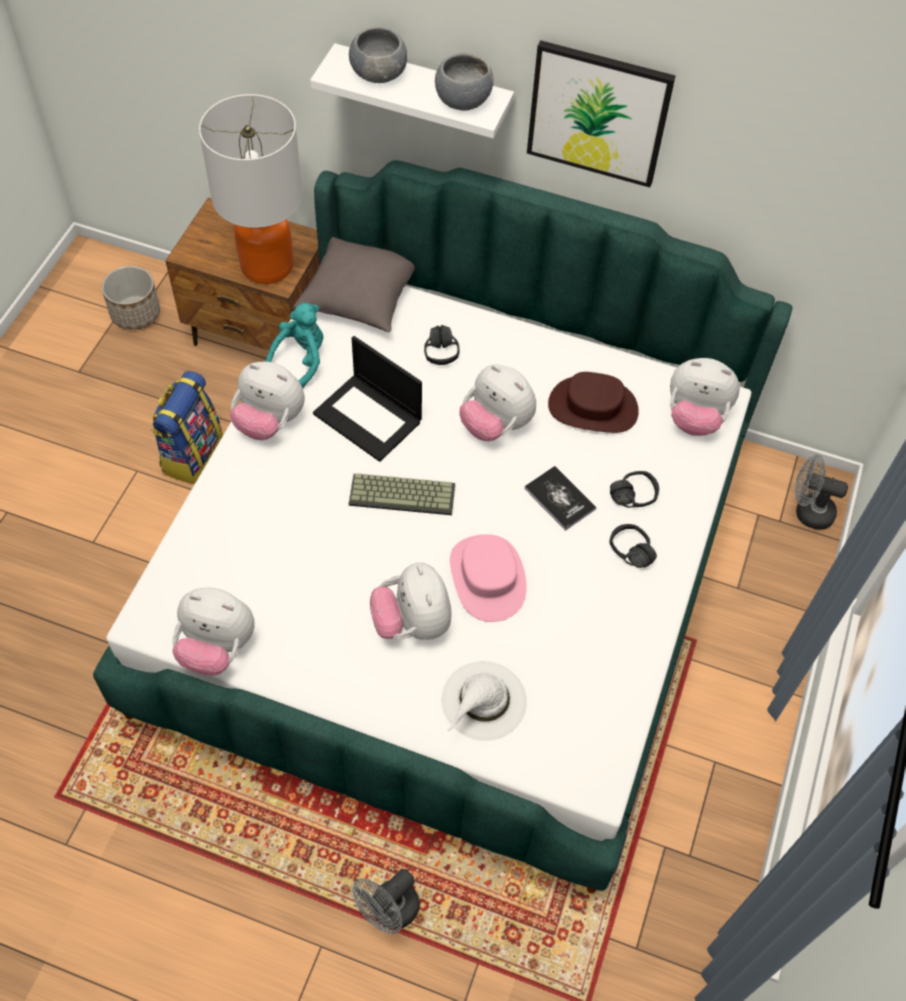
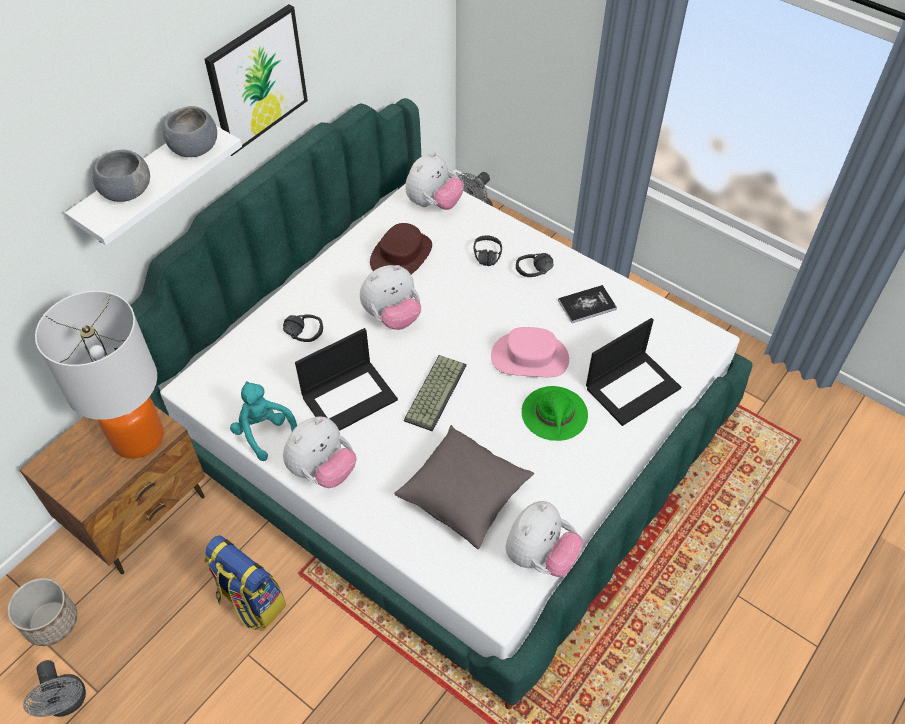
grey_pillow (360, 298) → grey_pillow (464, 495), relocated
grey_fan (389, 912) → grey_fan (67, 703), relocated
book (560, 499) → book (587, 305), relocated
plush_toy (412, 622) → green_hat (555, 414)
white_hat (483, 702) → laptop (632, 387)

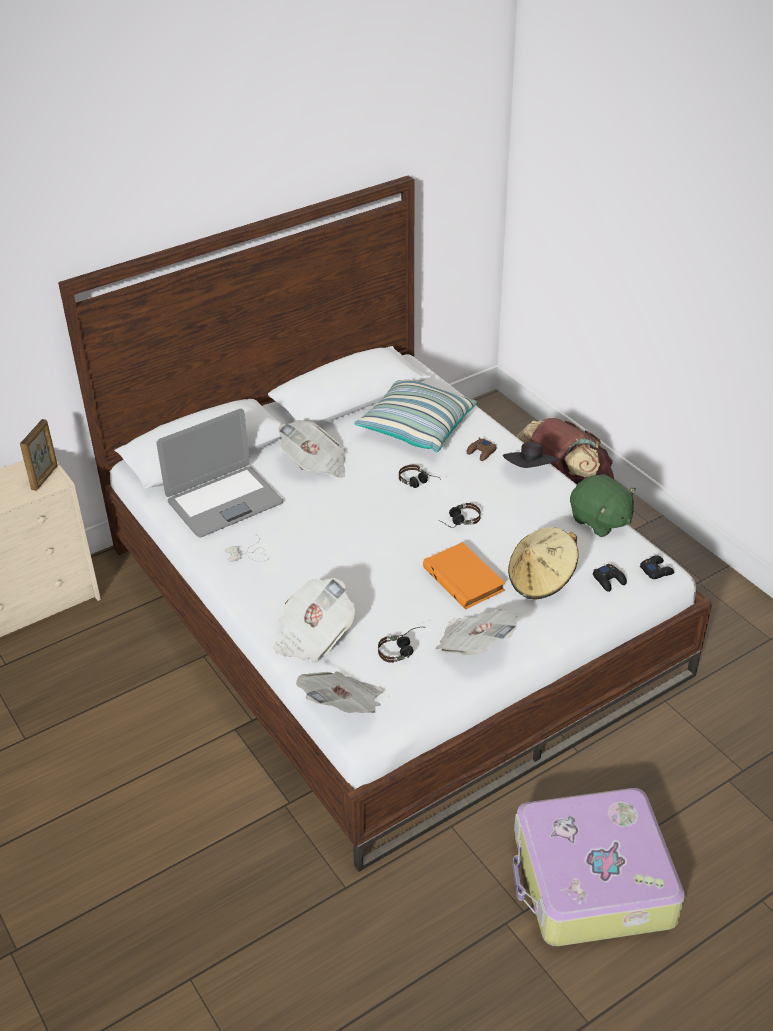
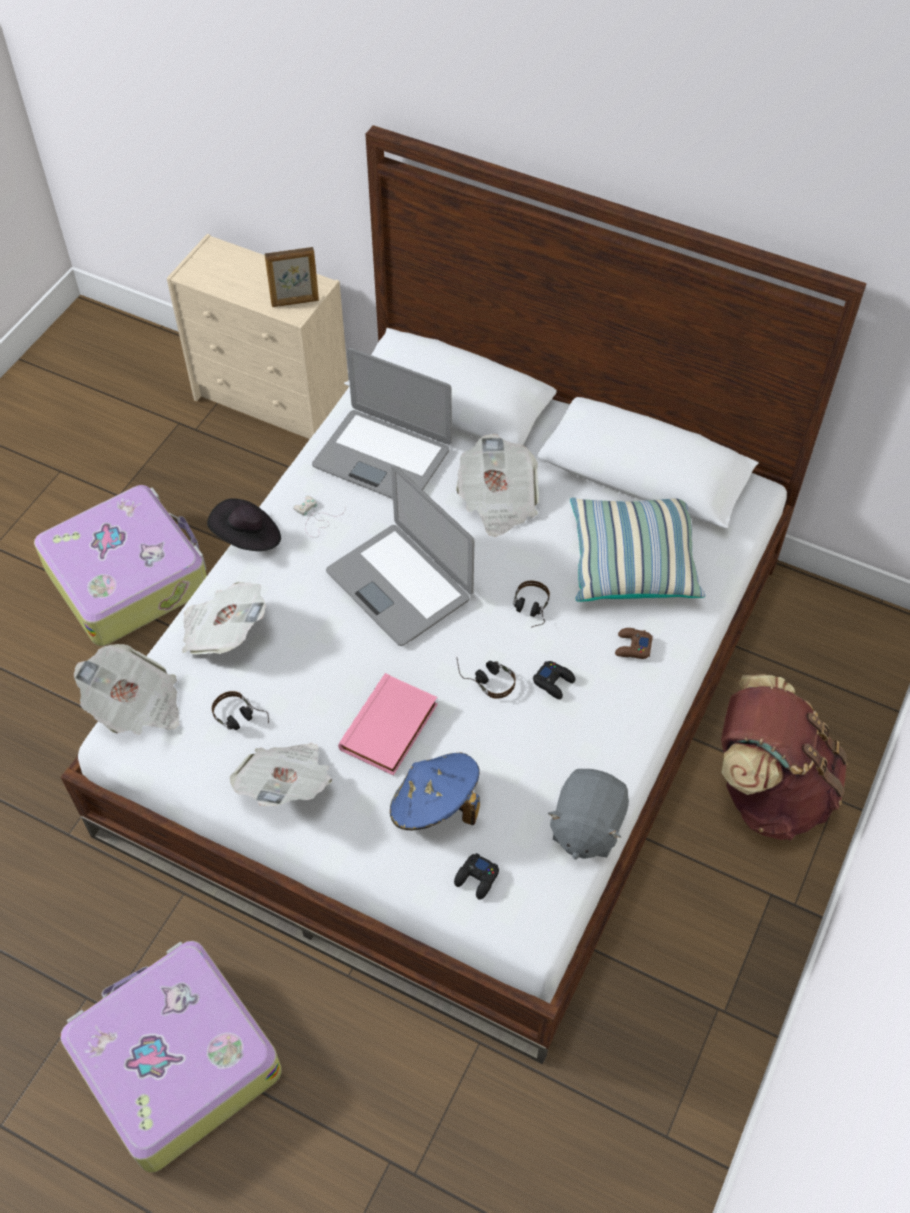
- → suitcase (128, 576)
- → laptop (400, 584)
black_hat (530, 470) → black_hat (247, 538), relocated
black_game_controller (656, 570) → black_game_controller (554, 682), relocated
orange_book (465, 579) → pink_book (390, 728)
beige_hat (541, 580) → blue_hat (435, 806)
green_plush_toy (600, 521) → grey_plush_toy (586, 827)

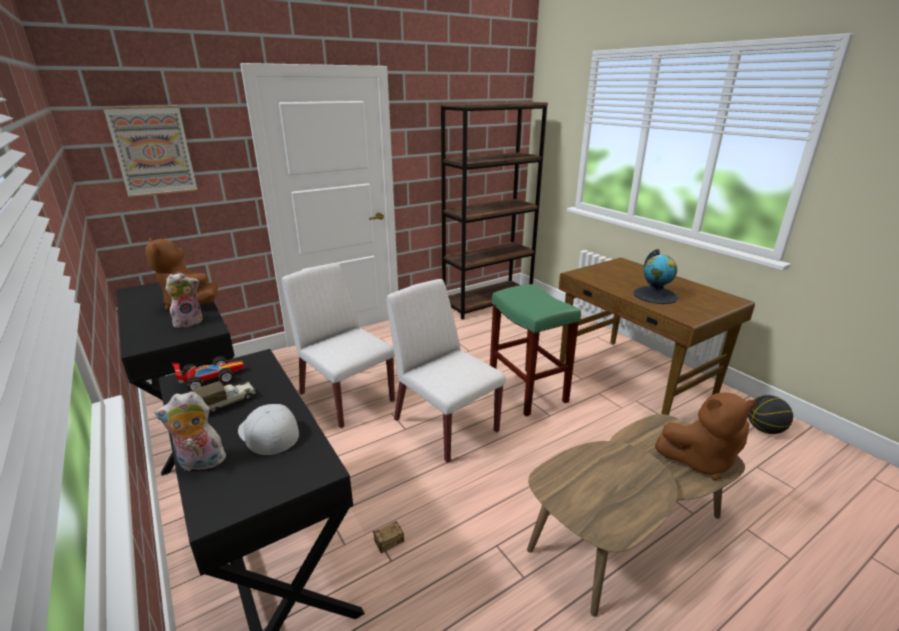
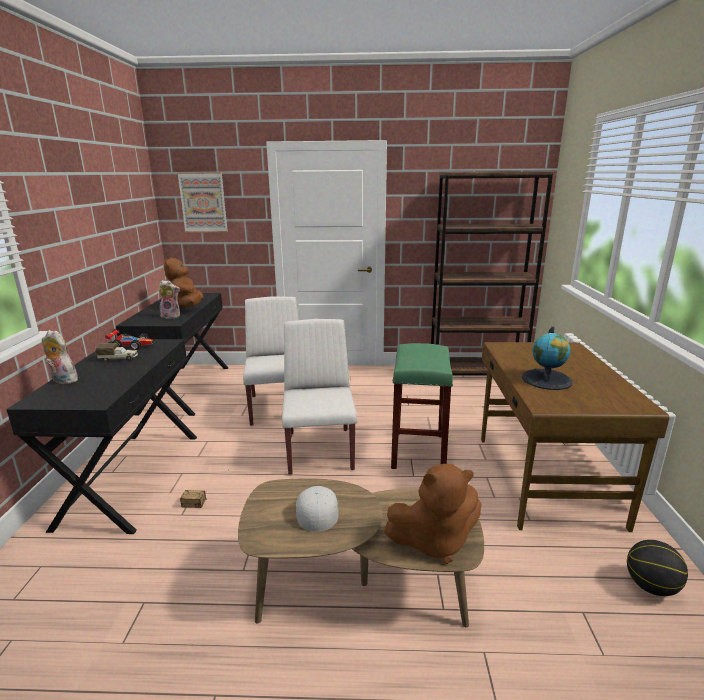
white_cap (268, 432) → white_cap (316, 509), relocated
brown_plush_toy (700, 460) → brown_plush_toy (434, 541), 45 degrees counterclockwise

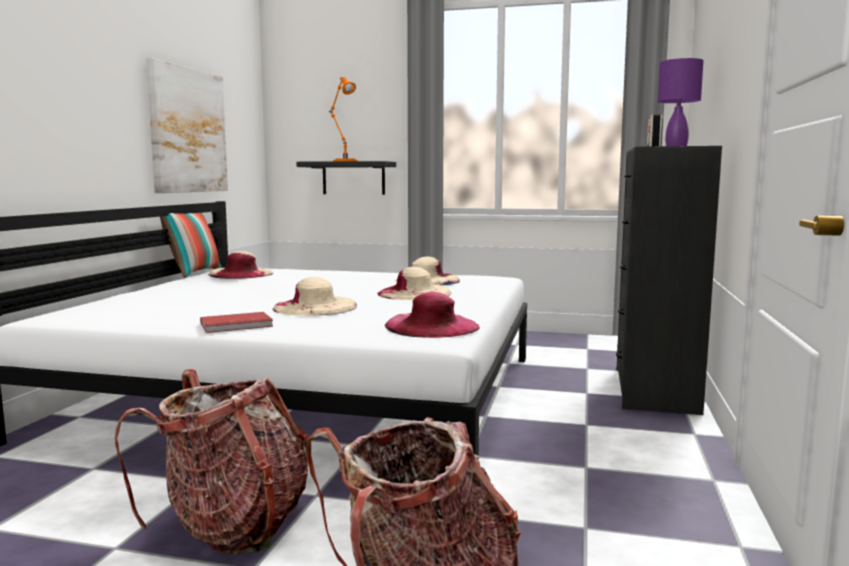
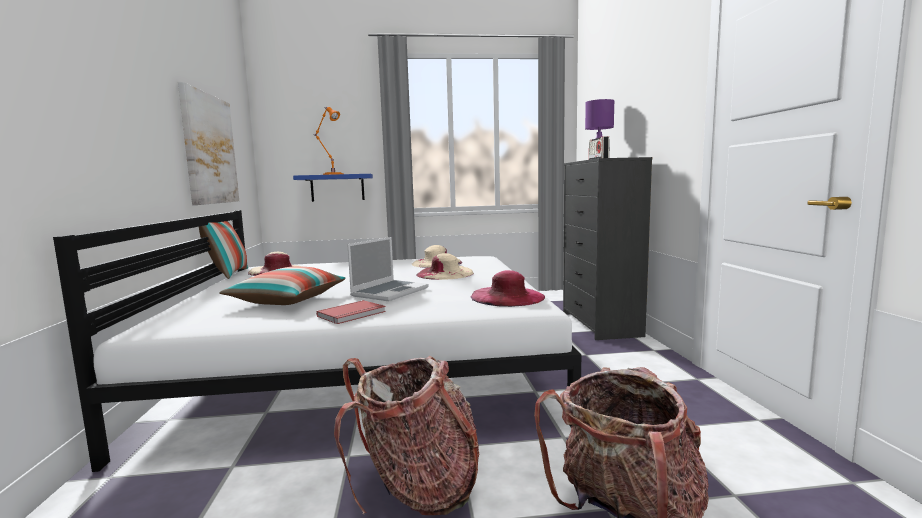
- → pillow (287, 300)
beige_hat (314, 307) → laptop (390, 292)
black_shelf (353, 178) → blue_shelf (337, 188)

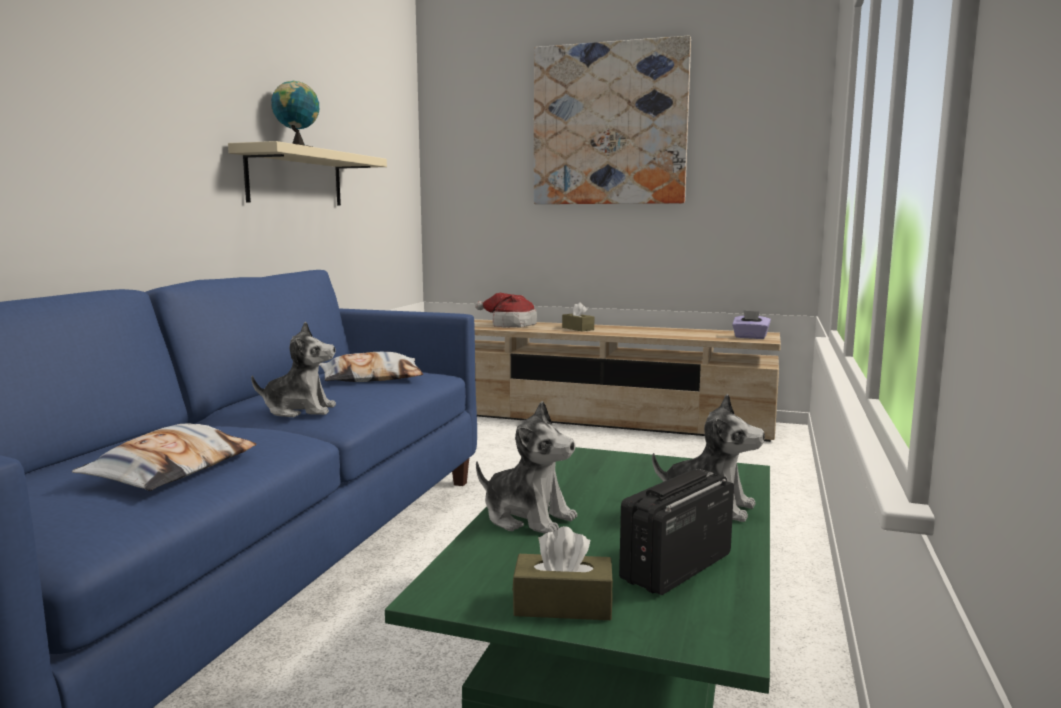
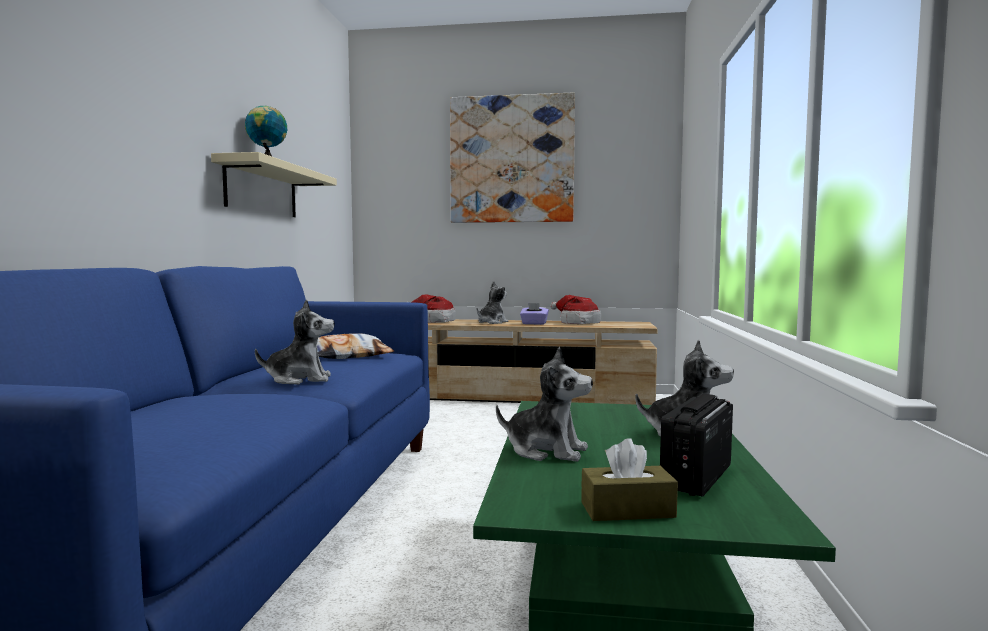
pillow (172, 470) → -
- → hat (577, 322)
purple_tissue_box (750, 337) → purple_tissue_box (534, 323), relocated
brown_tissue_box (578, 328) → plush_toy (491, 322)

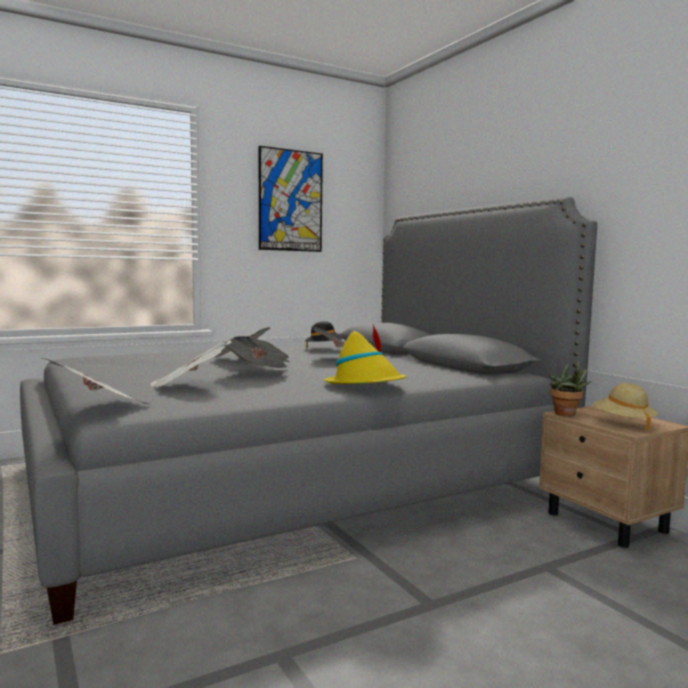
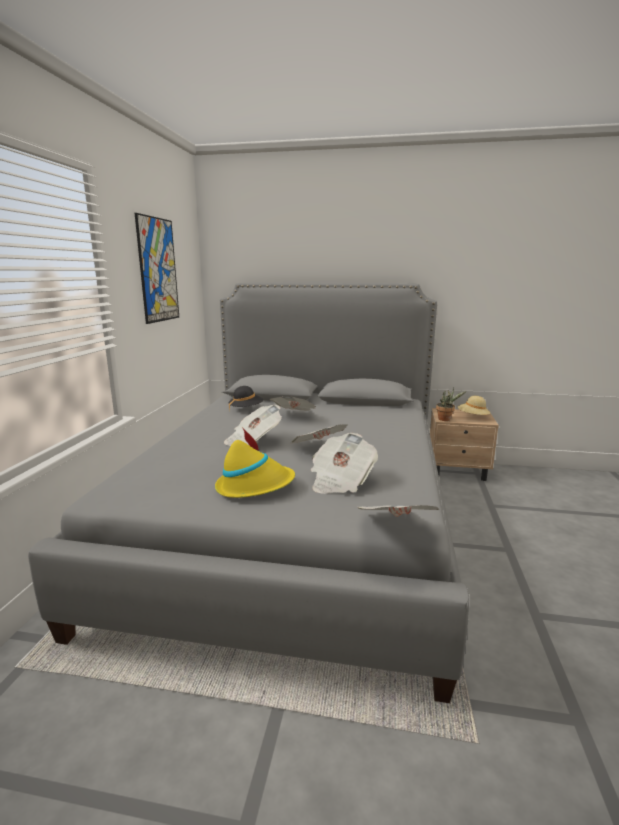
yellow_hat (365, 385) → yellow_hat (255, 486), relocated

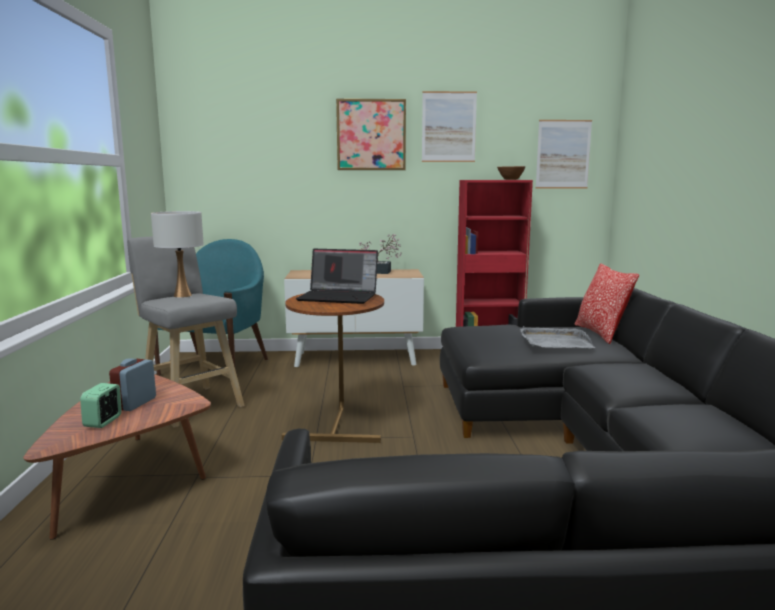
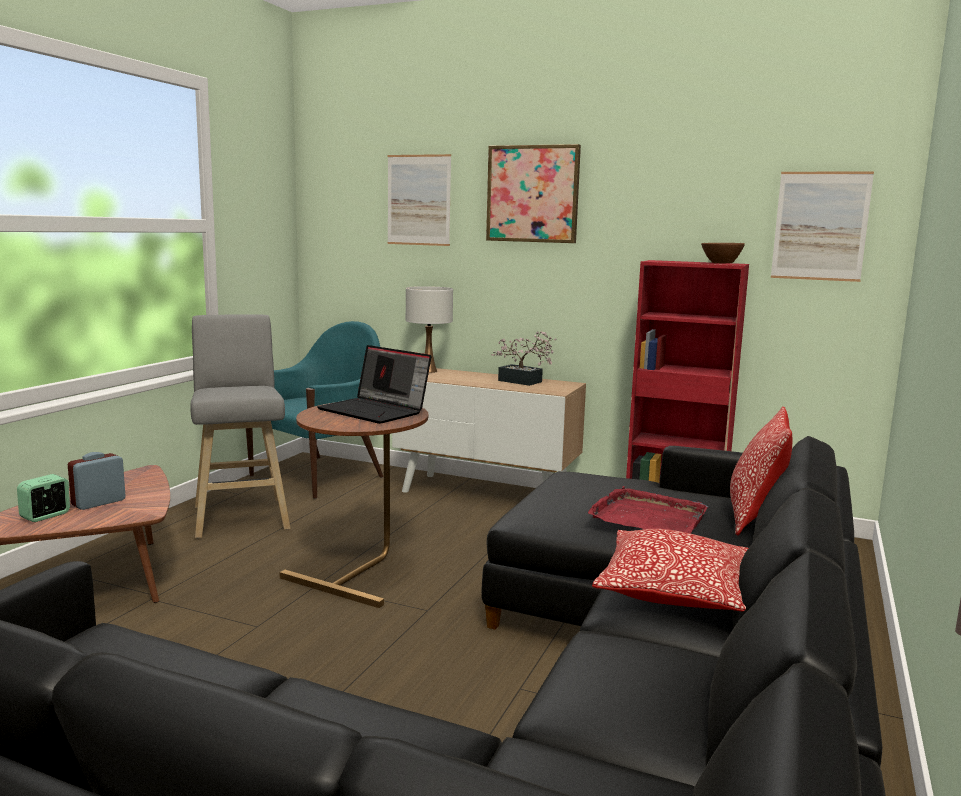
- → pillow (673, 591)
white_table_lamp (182, 295) → white_table_lamp (428, 371), relocated
picture (448, 127) → picture (418, 200), relocated
grey_tray (554, 342) → red_tray (648, 517)

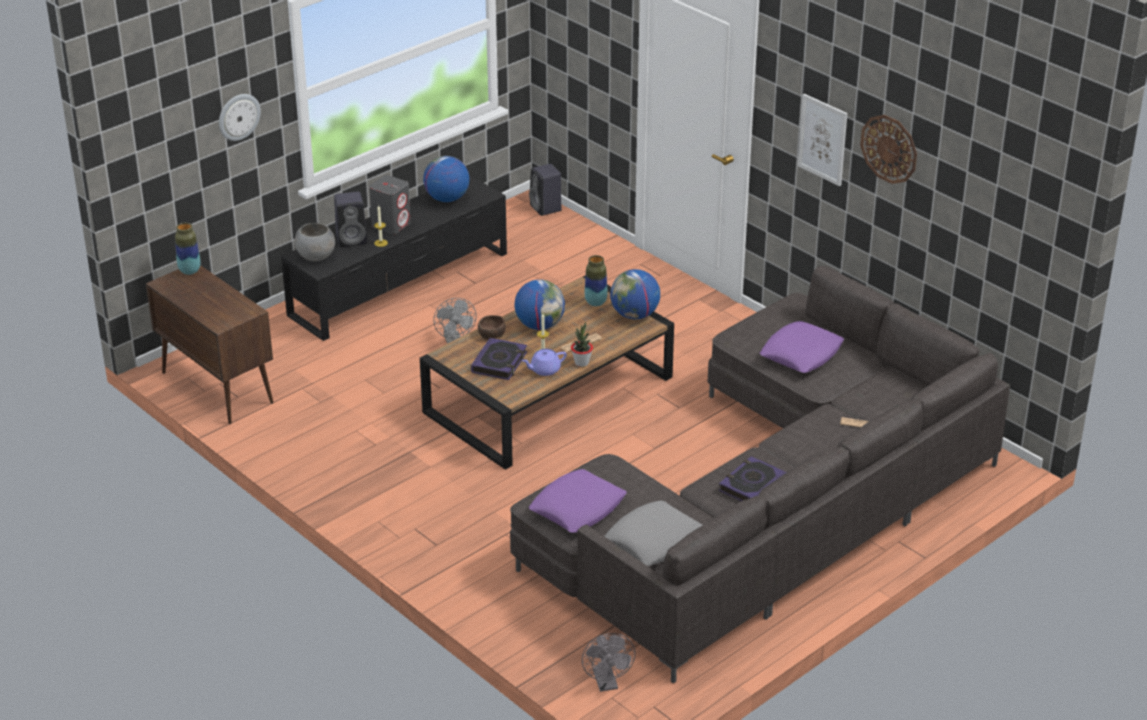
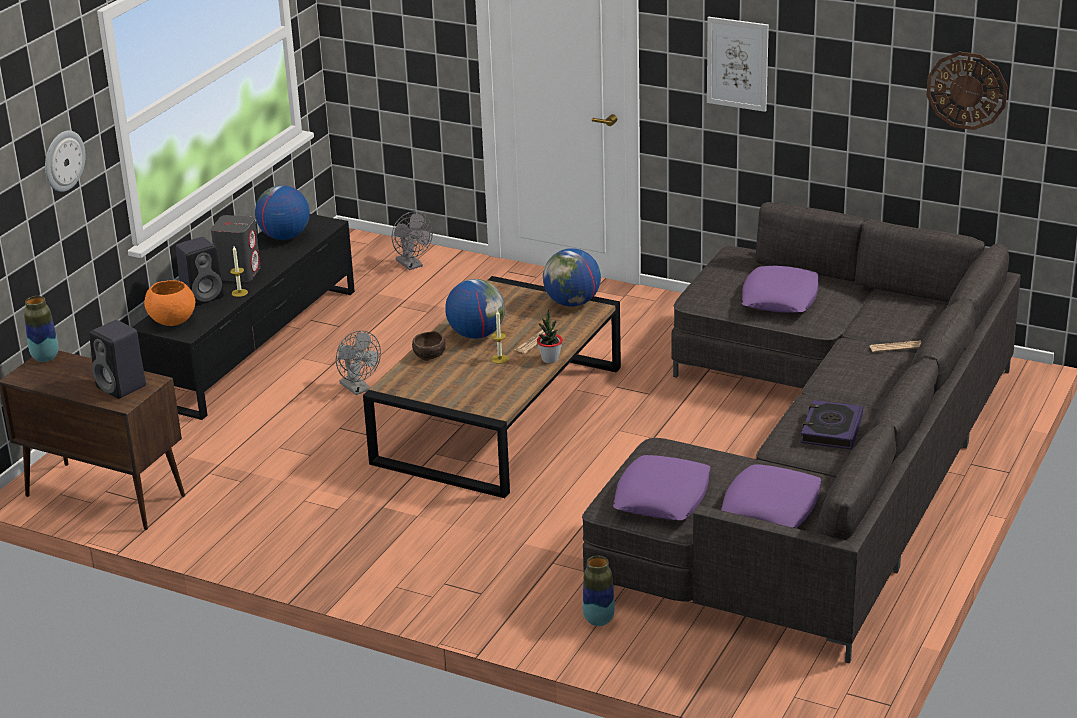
book (499, 363) → -
purple_teapot (544, 370) → -
black_speaker (546, 208) → black_speaker (122, 387), relocated
grey_fan (607, 684) → grey_fan (412, 265), relocated
vase (595, 302) → vase (598, 620), relocated
wall_clock (889, 148) → wall_clock (967, 90), relocated
grey_bowl (315, 257) → orange_bowl (172, 321)
grey_pillow (654, 540) → purple_pillow (771, 508)

